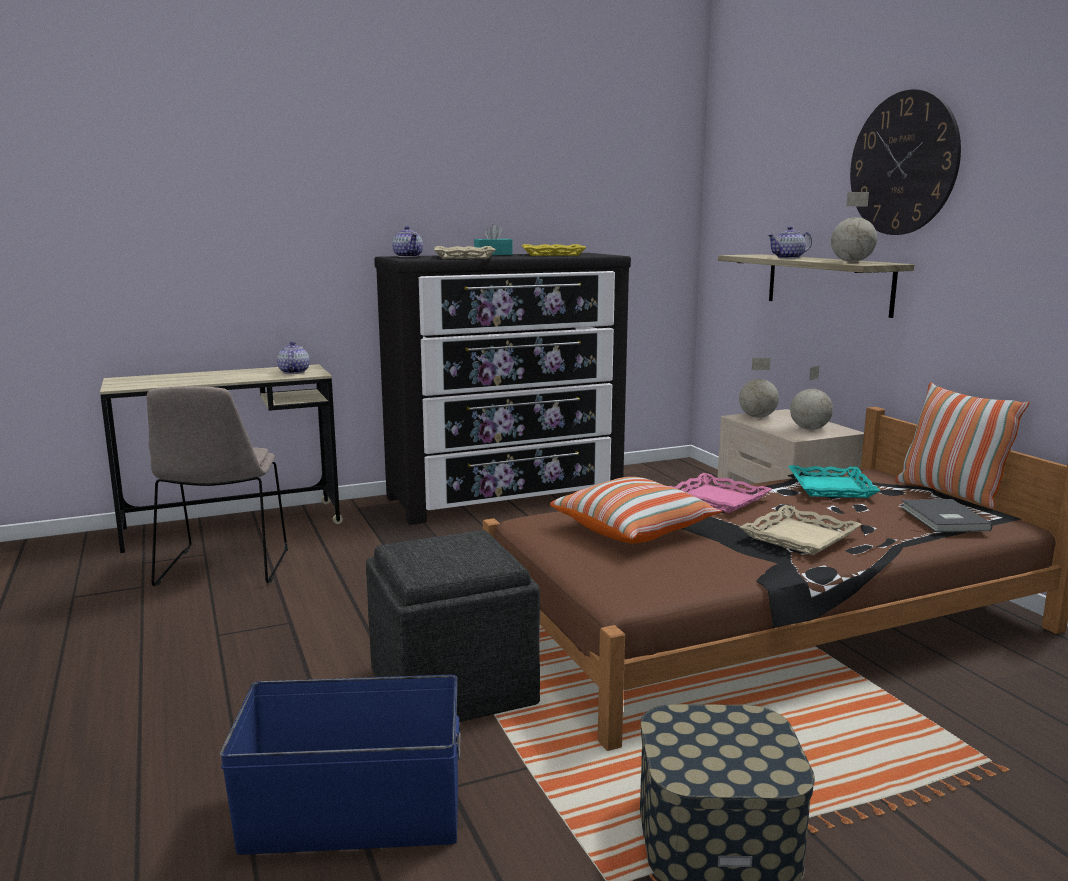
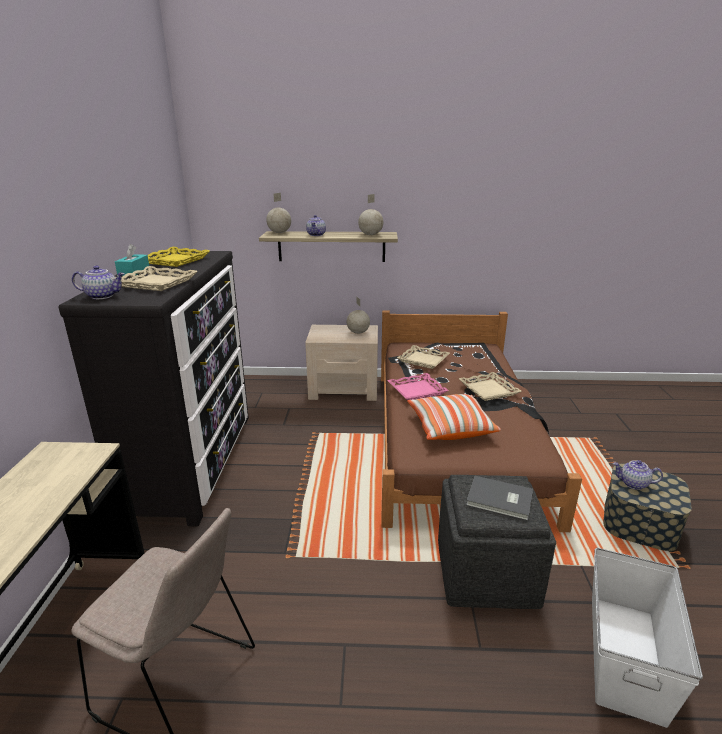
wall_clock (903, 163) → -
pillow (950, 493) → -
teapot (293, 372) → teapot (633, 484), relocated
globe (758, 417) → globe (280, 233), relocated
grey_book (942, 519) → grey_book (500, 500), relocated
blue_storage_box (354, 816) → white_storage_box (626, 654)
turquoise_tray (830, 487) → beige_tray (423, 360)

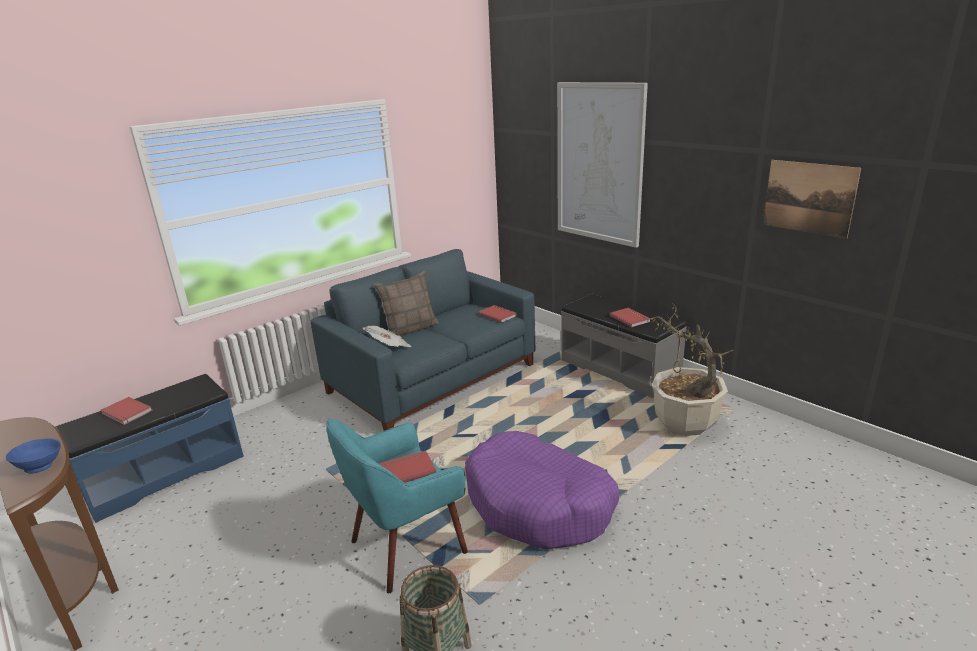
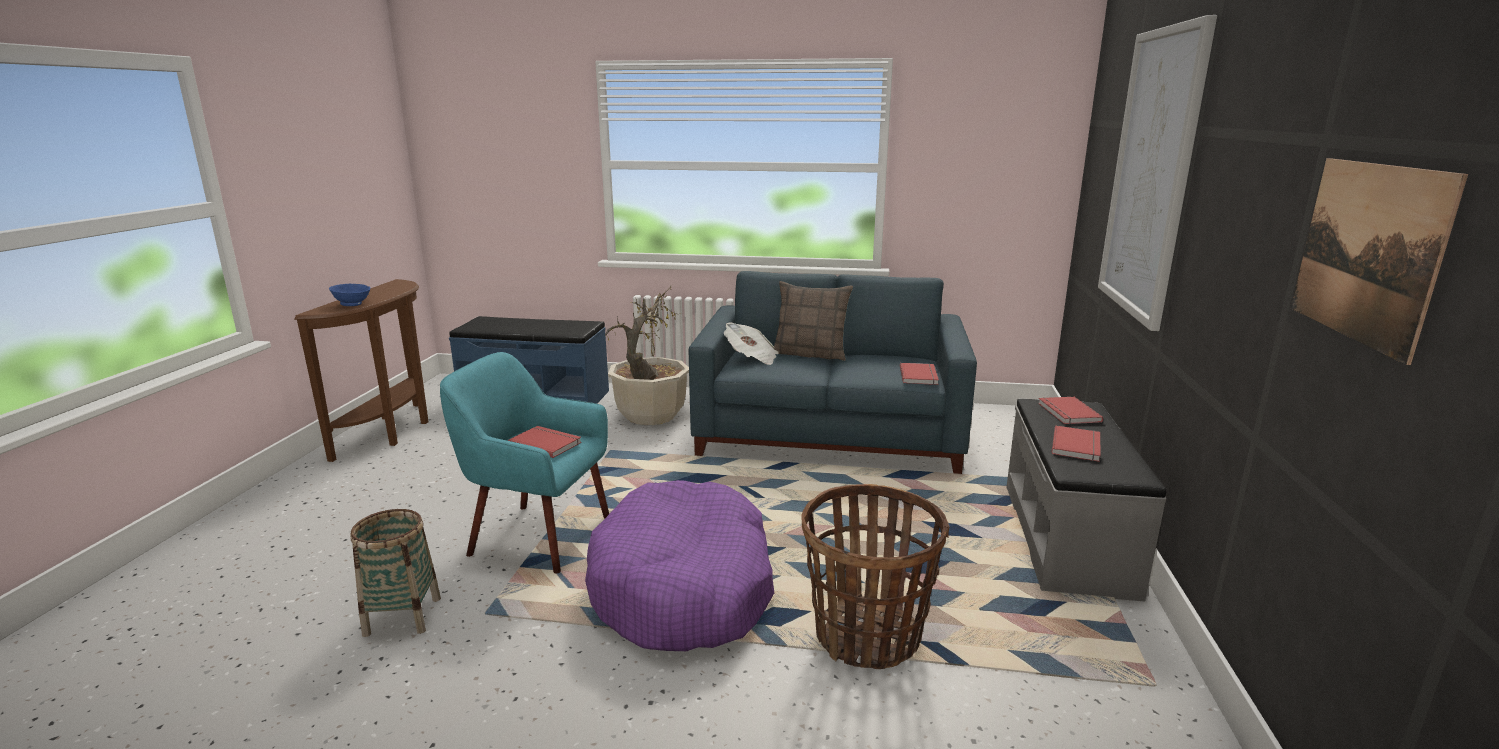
- → basket (867, 637)
red_book (125, 413) → red_book (1067, 413), relocated
potted_plant (684, 424) → potted_plant (650, 416), relocated

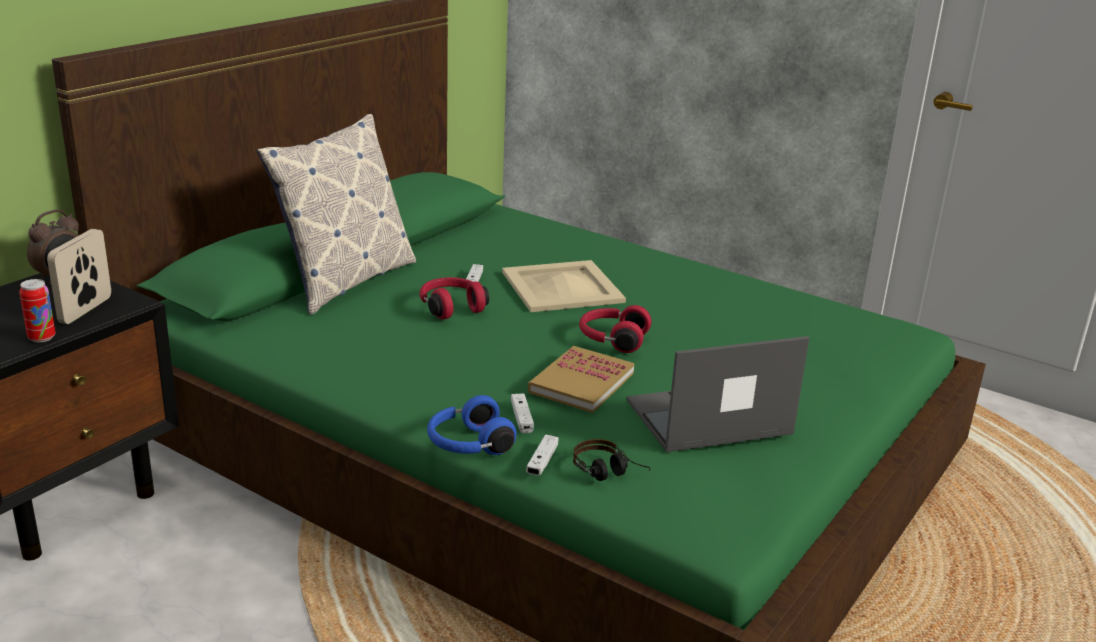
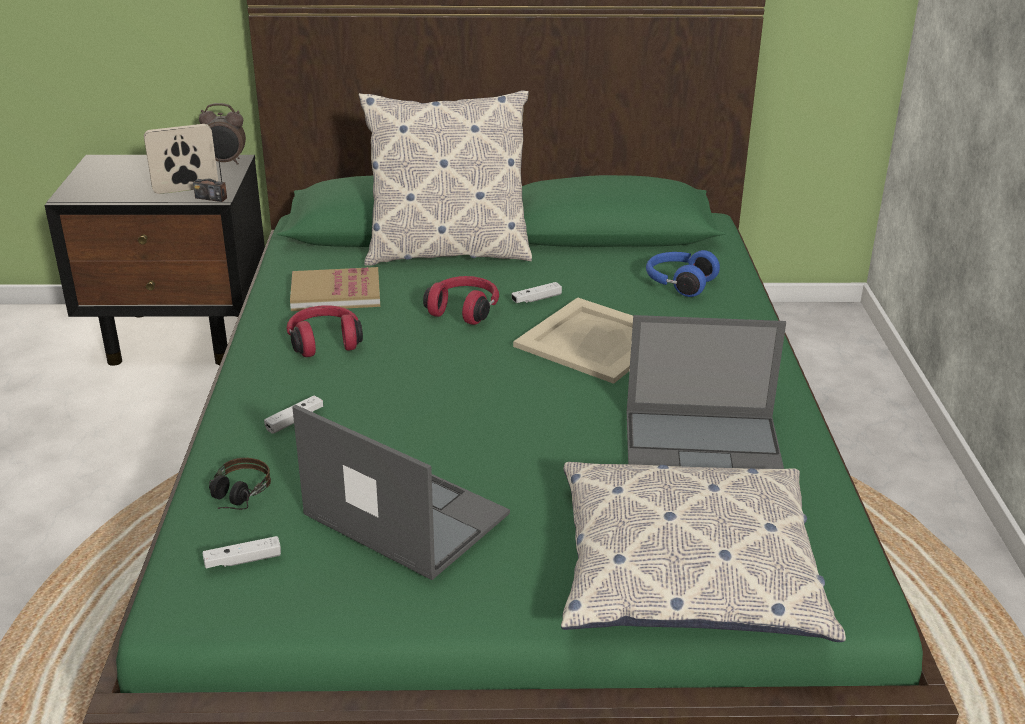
can (42, 338) → -
- → radio (211, 198)
- → pillow (687, 569)
- → laptop (704, 446)
blue_headphones (468, 445) → blue_headphones (678, 283), relocated
white_game_controller (542, 462) → white_game_controller (243, 560), relocated
book (581, 383) → book (336, 293), relocated
red_headphones (612, 340) → red_headphones (324, 342), relocated

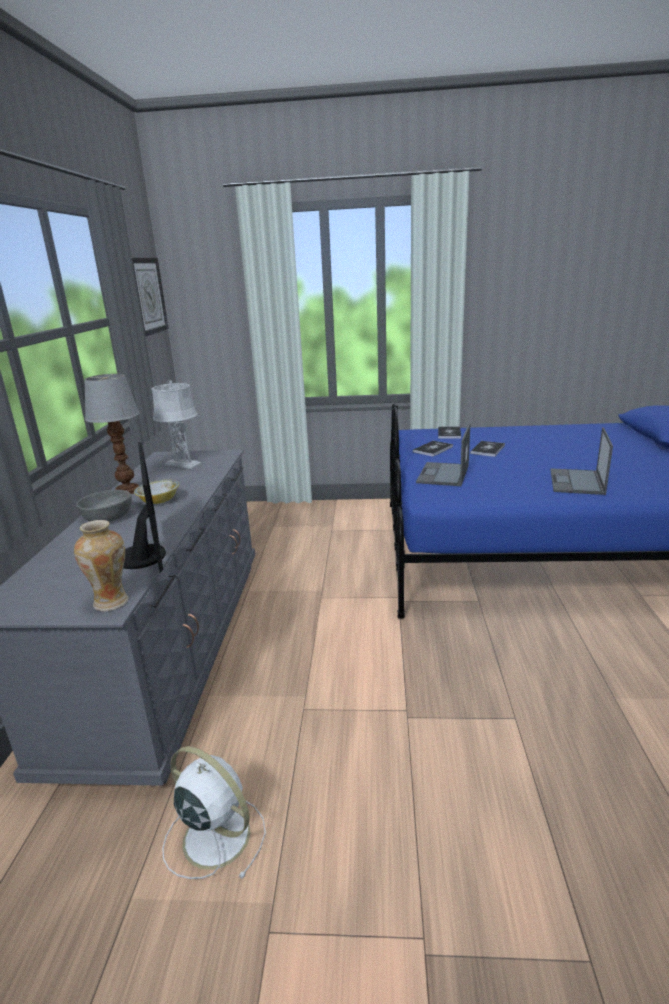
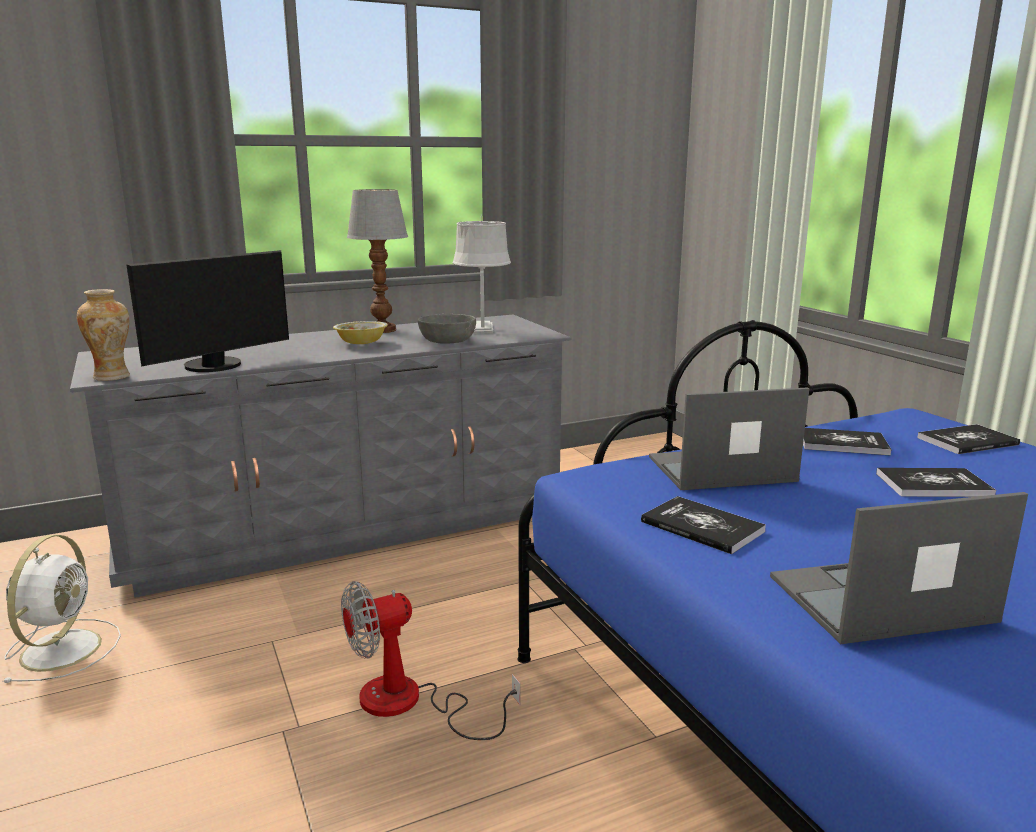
wall_clock (147, 296) → -
- → fan (409, 703)
- → book (702, 526)
grey_bowl (107, 517) → grey_bowl (447, 341), relocated

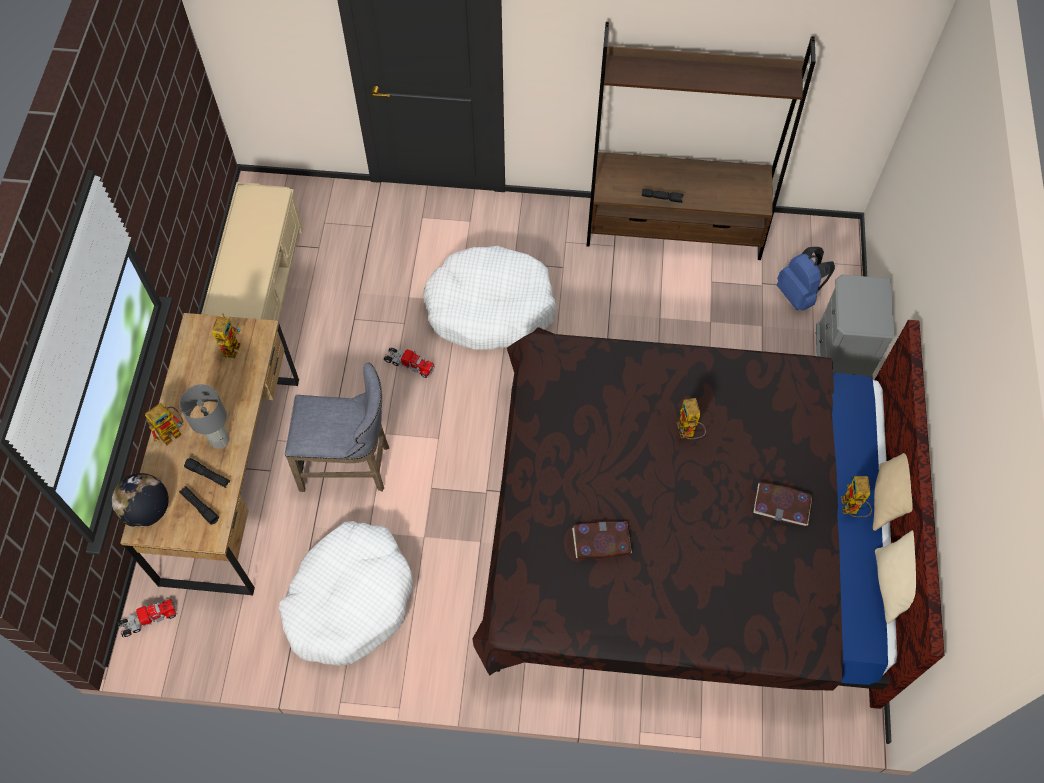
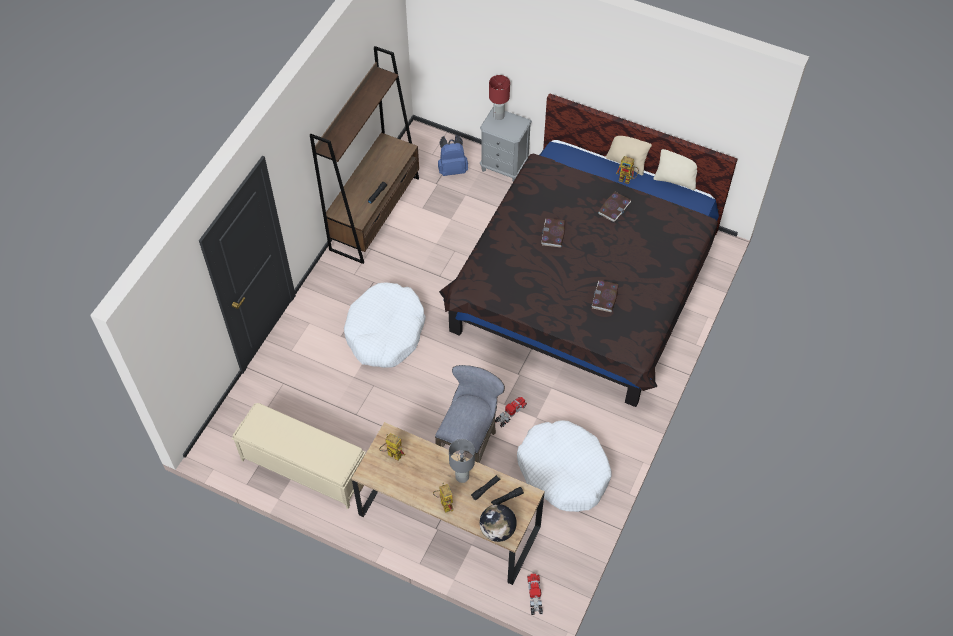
- → red_table_lamp (498, 116)
toy_truck (409, 364) → toy_truck (510, 413), relocated
toy_robot (688, 433) → book (553, 234)

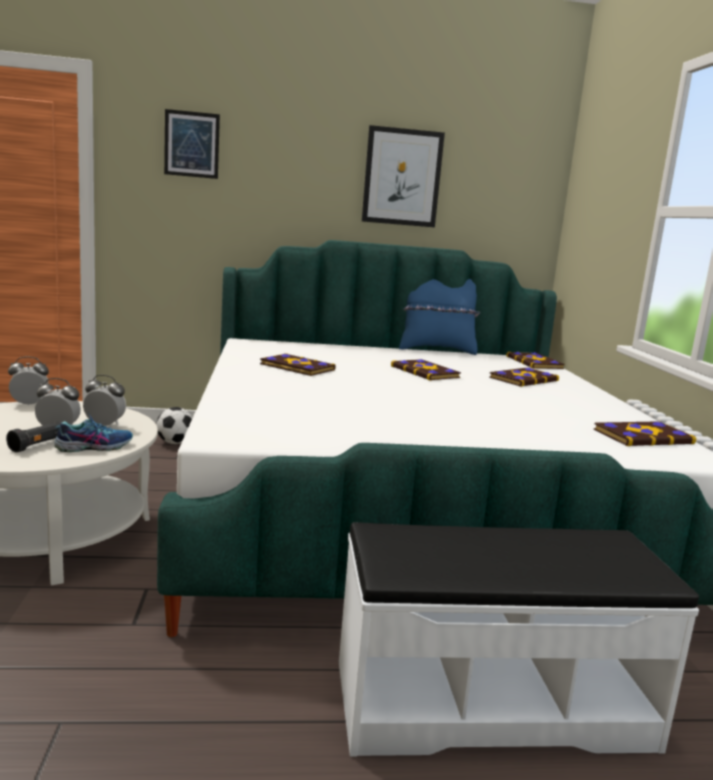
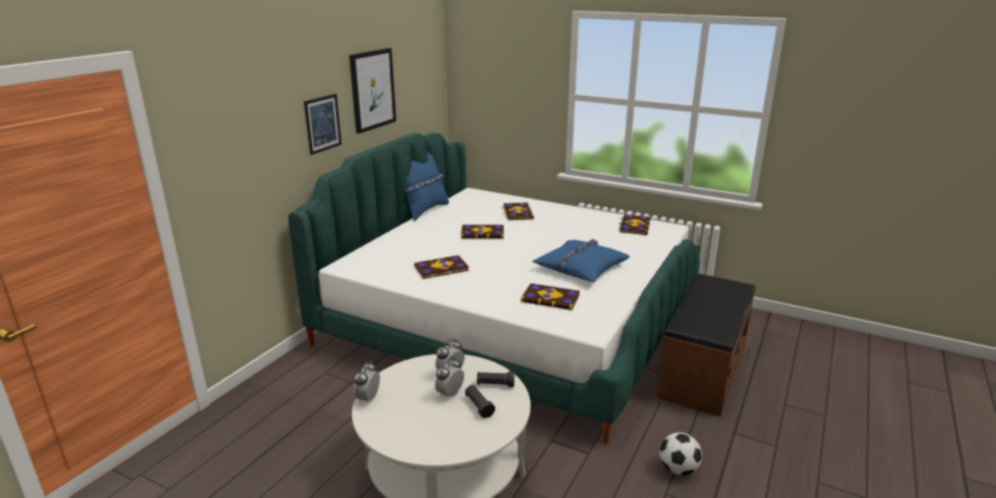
- → blue_pillow (580, 267)
football (175, 443) → football (678, 469), relocated
picture (191, 144) → picture (323, 123), relocated
book (535, 362) → book (550, 298), relocated
shoe (94, 446) → black_flashlight (495, 385)
white_bench (490, 703) → brown_bench (702, 370)

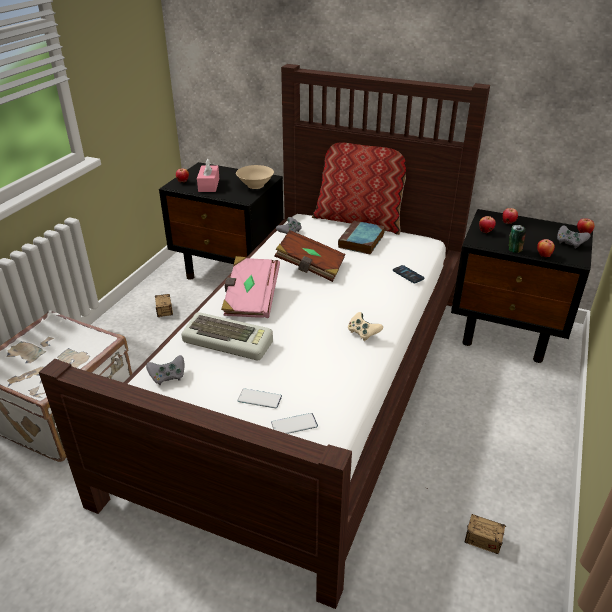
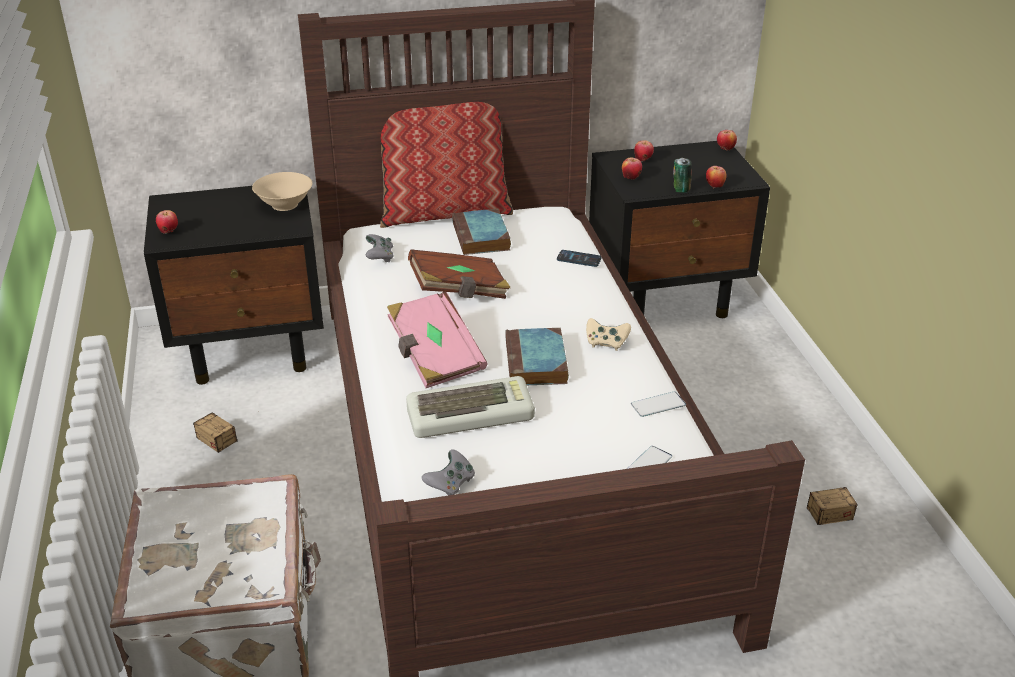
pink_tissue_box (209, 185) → -
grey_game_controller (569, 243) → -
- → book (536, 363)
phone (259, 399) → phone (658, 404), relocated

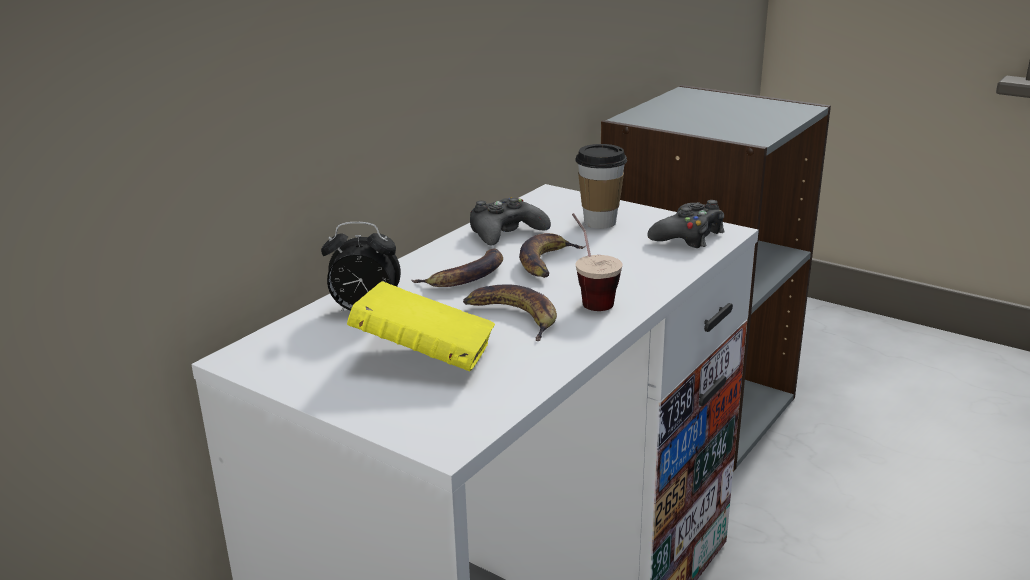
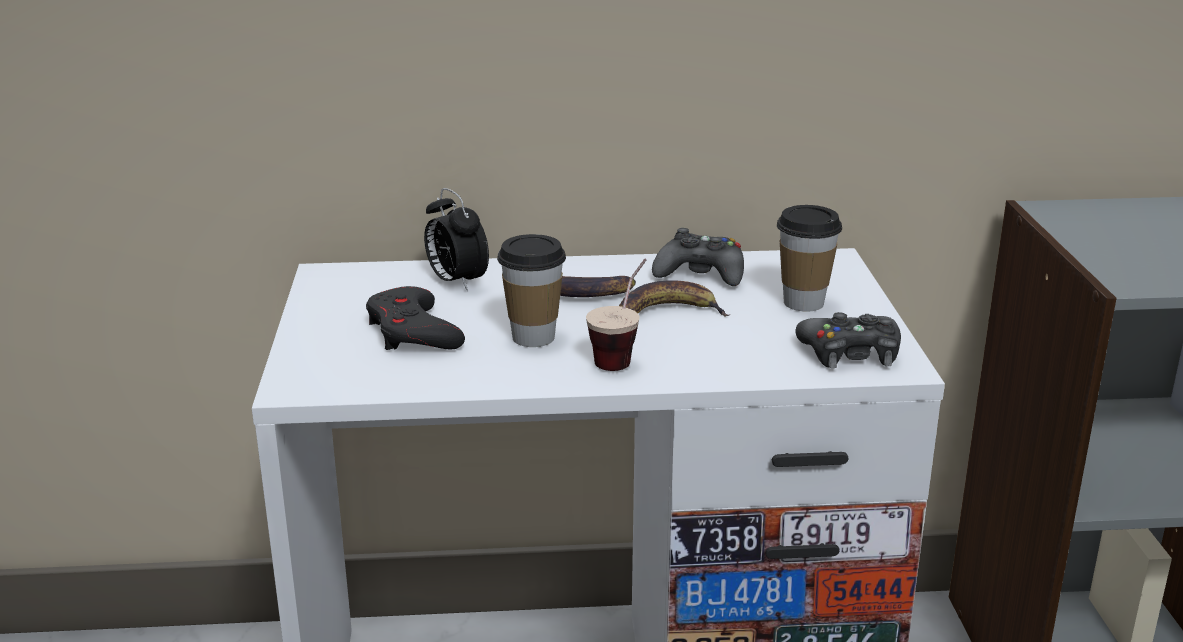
yellow_book (425, 357) → black_game_controller (413, 332)
banana (512, 316) → cup (533, 337)

